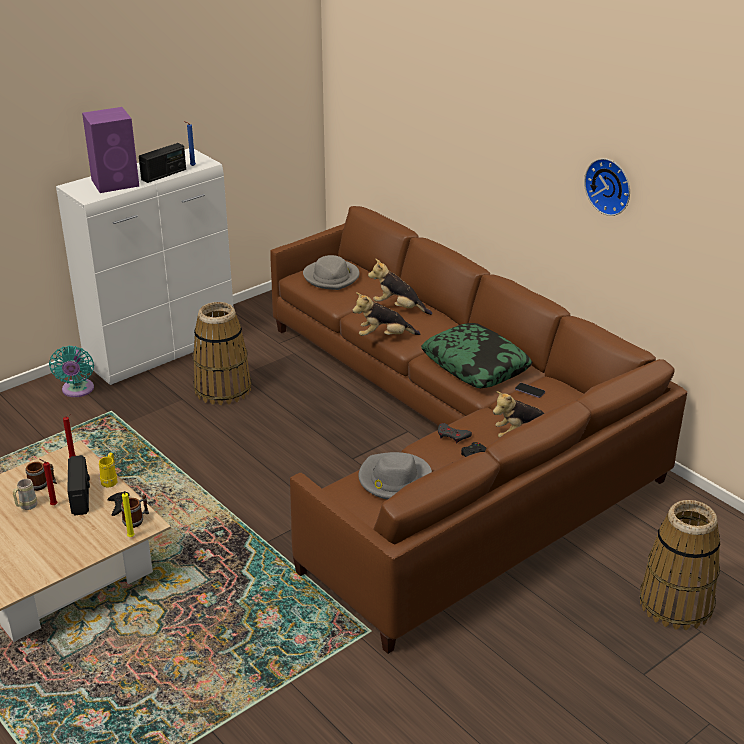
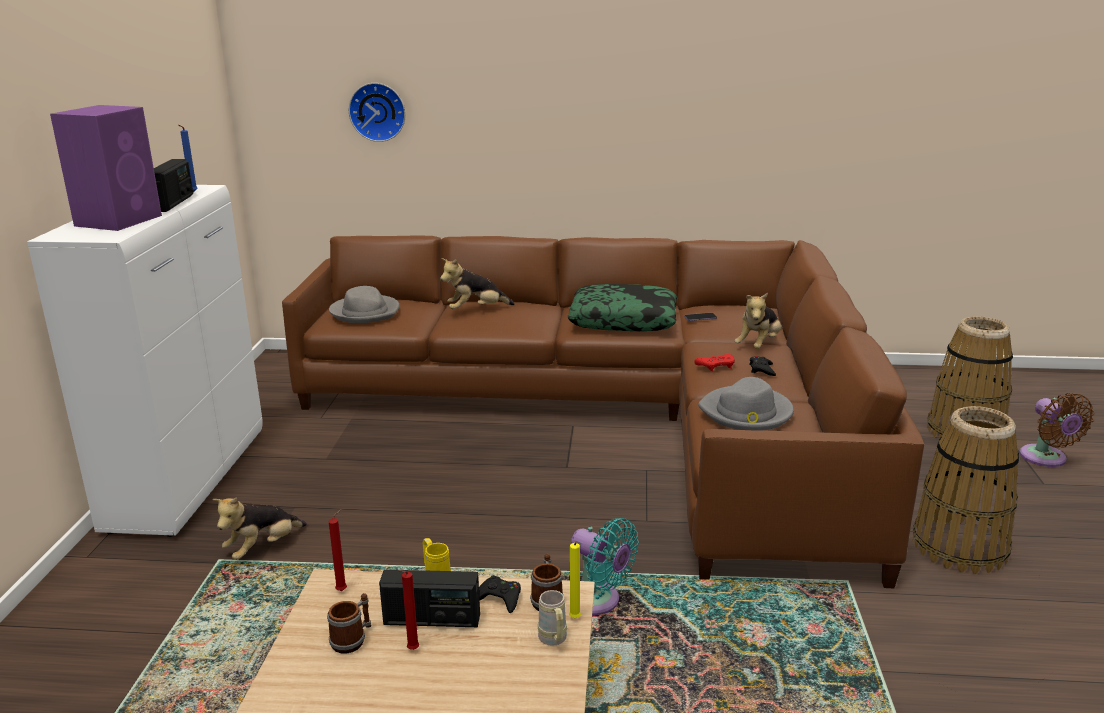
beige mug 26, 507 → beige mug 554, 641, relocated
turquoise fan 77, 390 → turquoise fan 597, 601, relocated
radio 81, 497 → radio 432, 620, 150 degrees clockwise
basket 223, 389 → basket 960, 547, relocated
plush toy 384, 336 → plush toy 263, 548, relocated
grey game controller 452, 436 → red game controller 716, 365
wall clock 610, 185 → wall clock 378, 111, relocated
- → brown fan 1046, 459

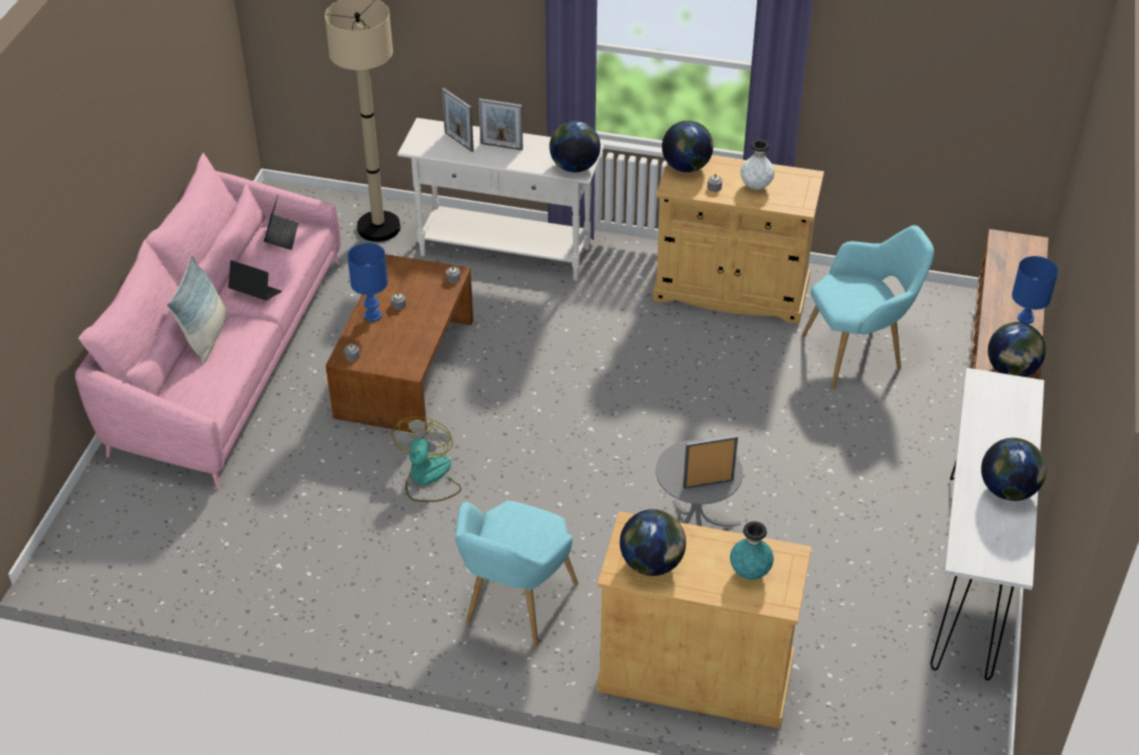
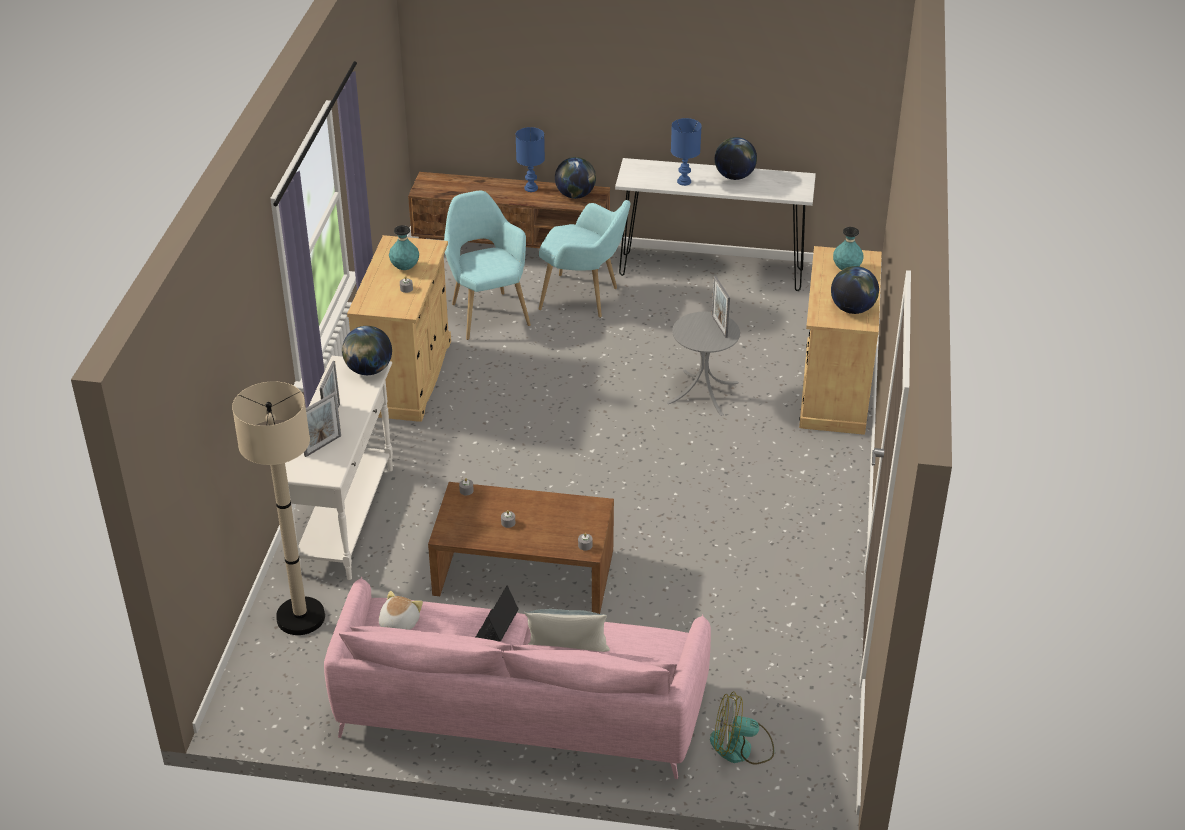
laptop 281, 236 → plush toy 398, 624
blue table lamp 373, 316 → blue table lamp 684, 181, relocated
fan 428, 478 → fan 741, 747, relocated
turquoise armchair 515, 608 → turquoise armchair 584, 299, relocated
globe 686, 166 → -
white vase 756, 186 → turquoise vase 405, 268

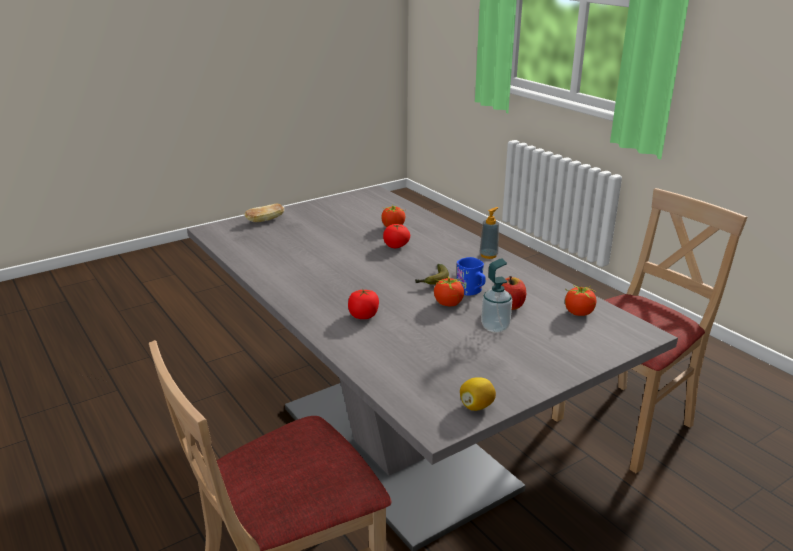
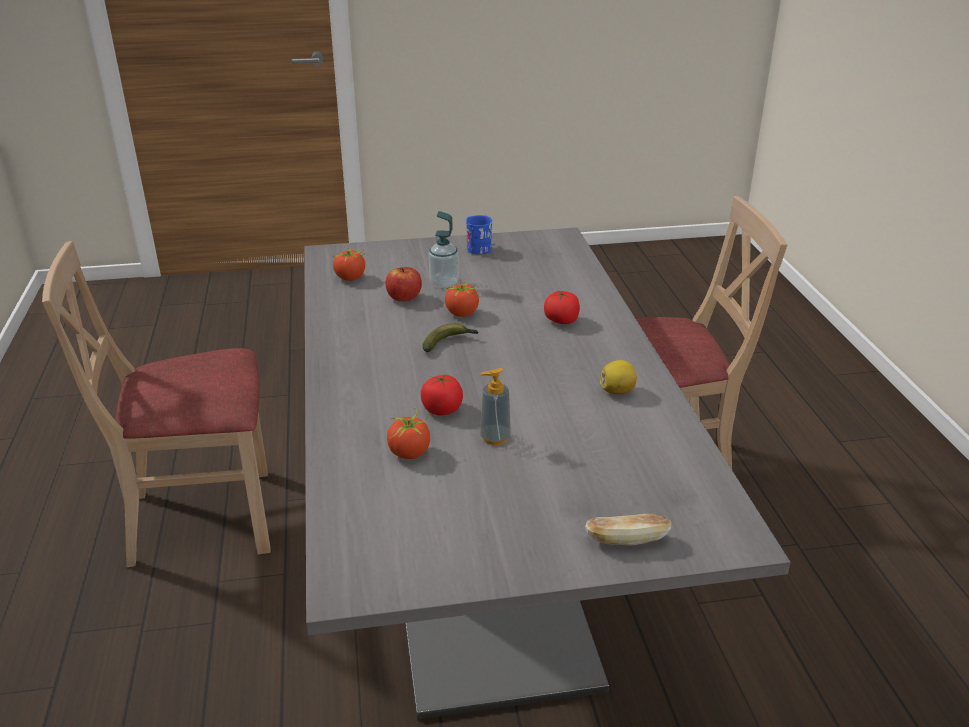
blue mug 471, 291 → blue mug 478, 247, relocated
lemon 476, 406 → lemon 617, 391, relocated
soap dispenser 488, 255 → soap dispenser 495, 438, relocated

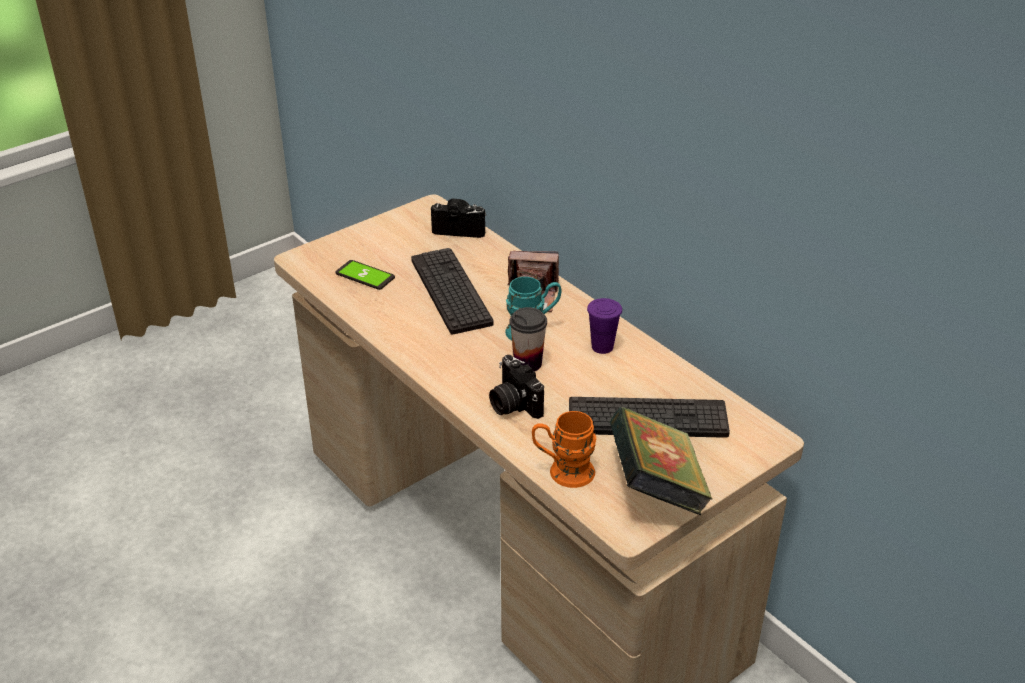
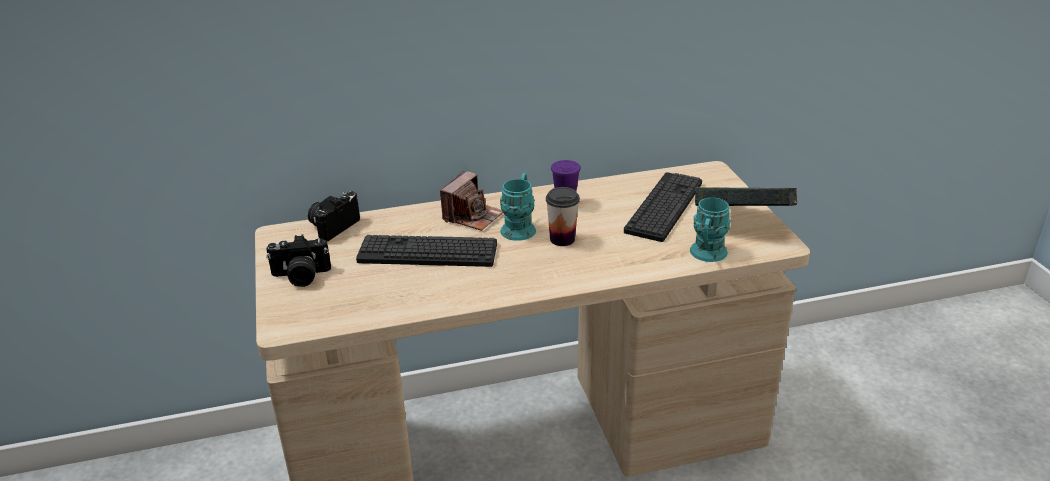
phone 365, 276 → -
photo camera 513, 404 → photo camera 300, 276, relocated
orange mug 563, 472 → turquoise mug 707, 255

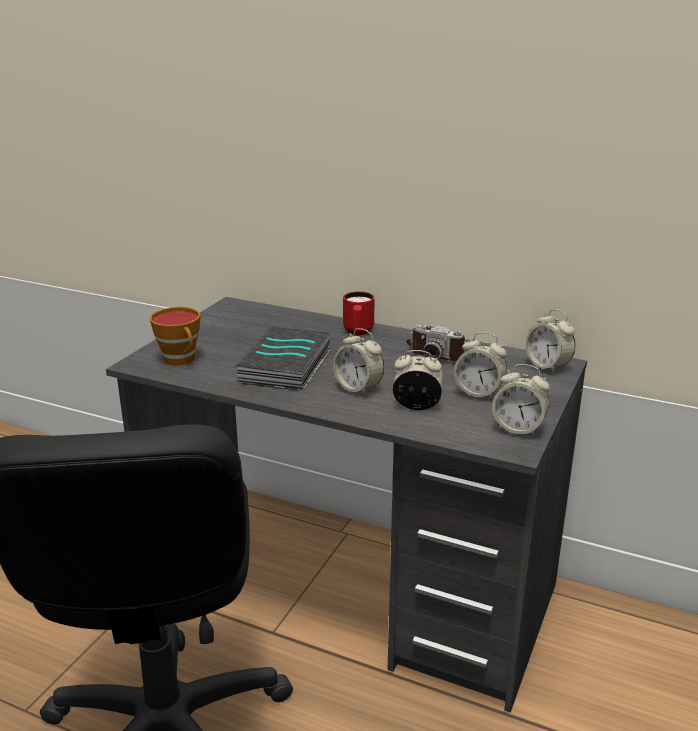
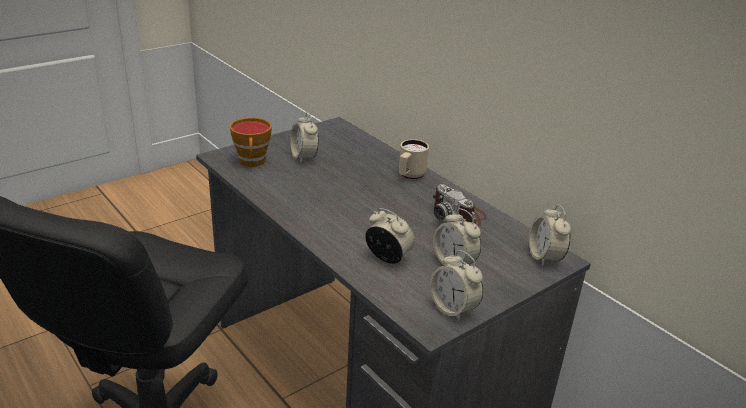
book 287, 366 → -
alarm clock 358, 388 → alarm clock 304, 157, relocated
red mug 358, 332 → beige mug 409, 176

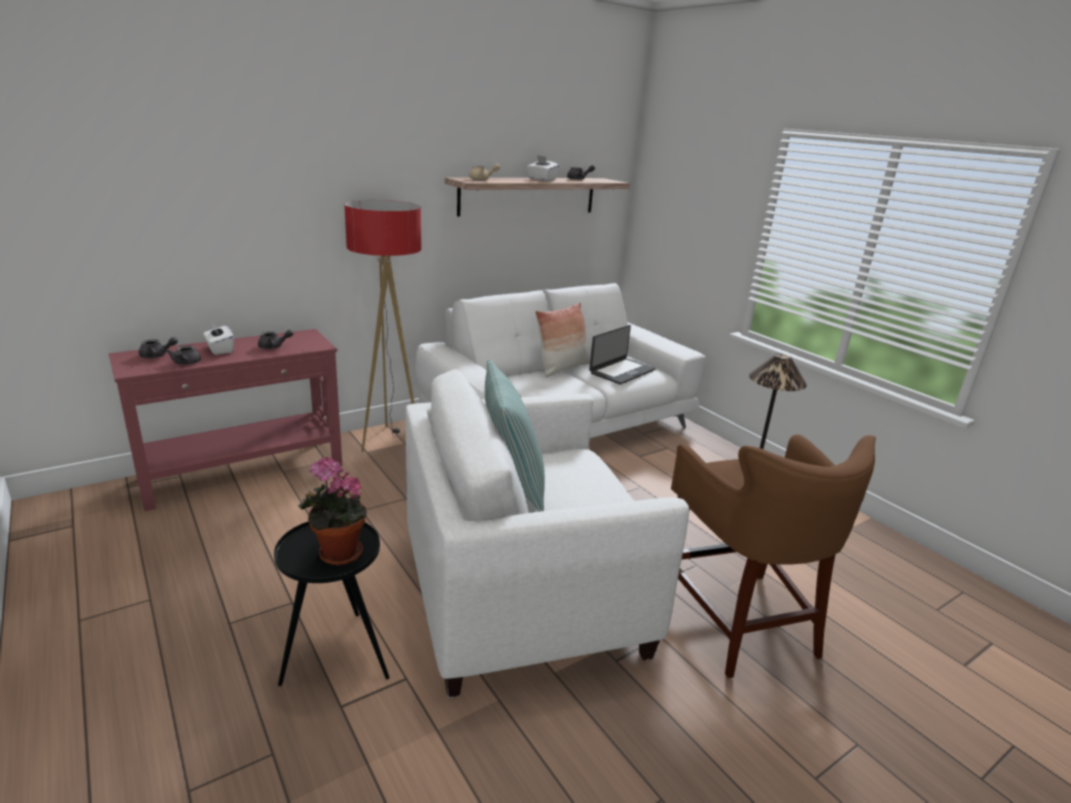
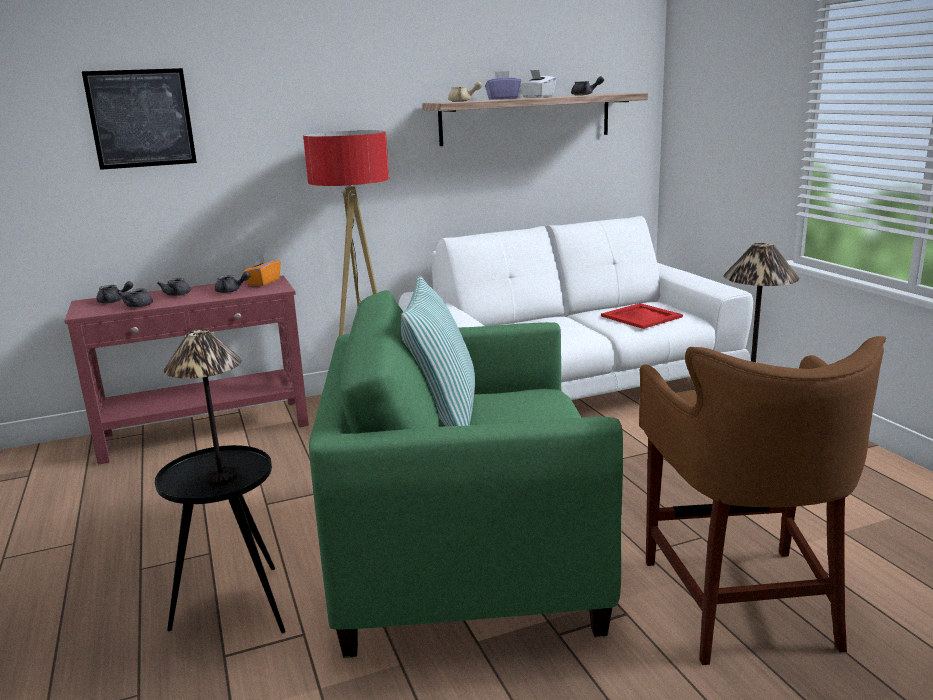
white tissue box 220, 349 → grey teapot 176, 295
potted plant 336, 554 → table lamp 220, 479
white armchair 522, 594 → green armchair 467, 557
pillow 562, 368 → -
laptop 621, 371 → red tray 641, 316
- → picture 141, 118
- → orange tissue box 263, 282
- → purple tissue box 503, 99

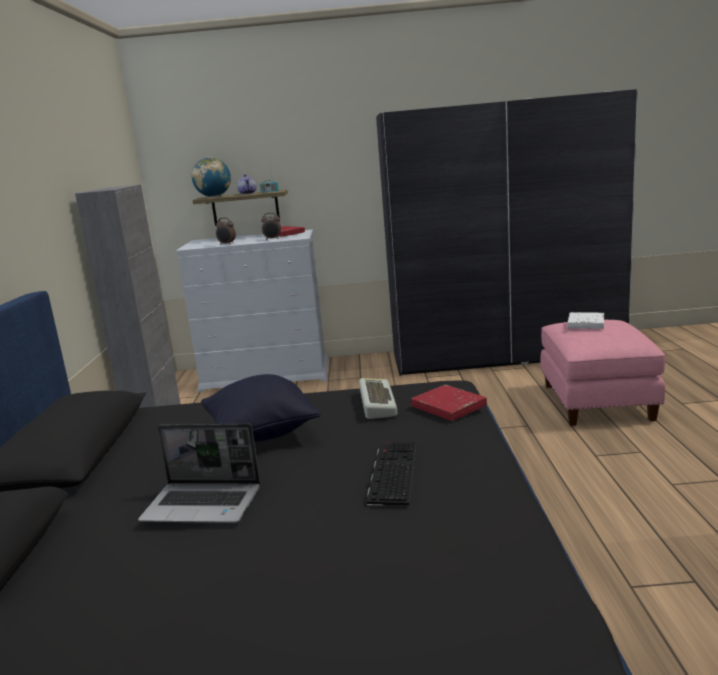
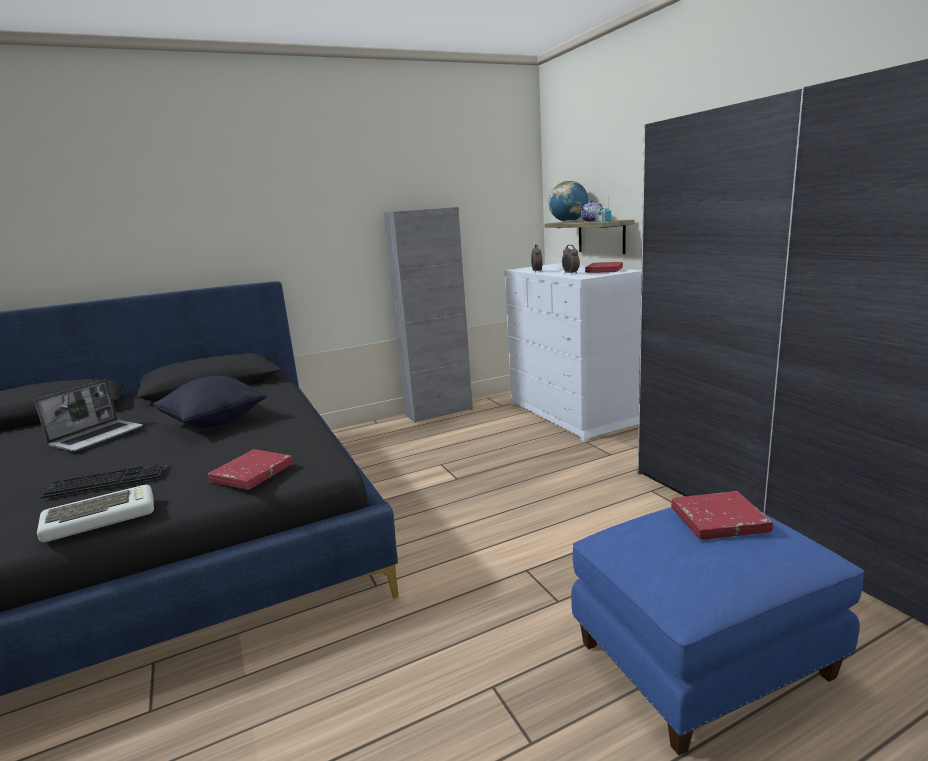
laptop 204, 504 → laptop 97, 436, 135 degrees counterclockwise
keyboard 375, 403 → keyboard 102, 519, relocated
pink ottoman 595, 402 → blue ottoman 701, 658
white book 585, 324 → red book 719, 520

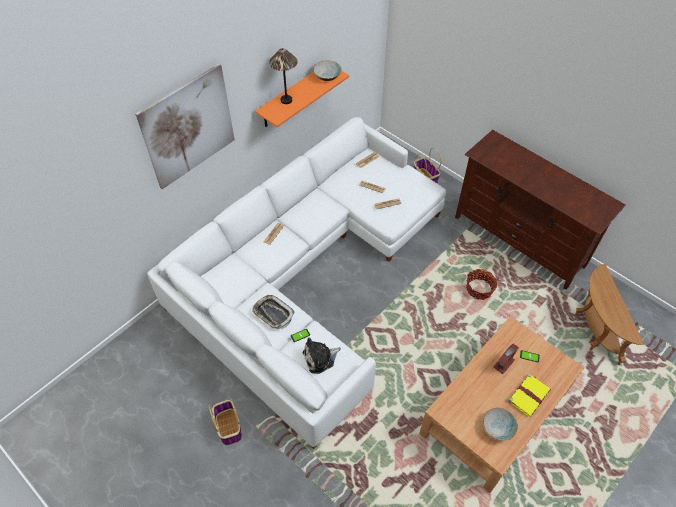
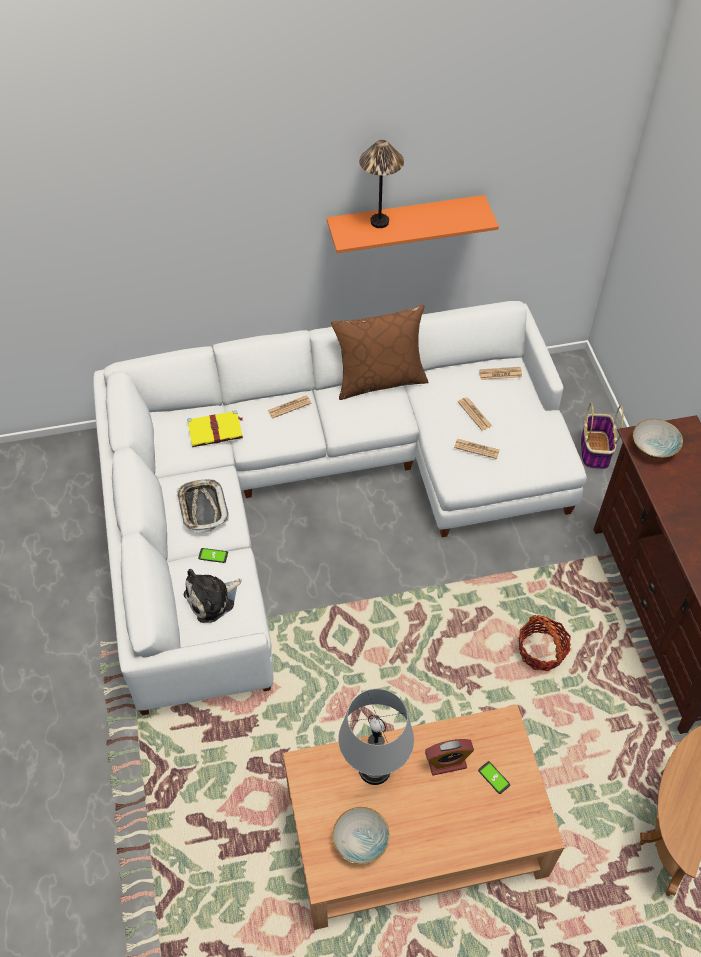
picture 188, 127 → -
basket 228, 426 → -
plush toy 320, 358 → plush toy 212, 599, 45 degrees counterclockwise
bowl 327, 77 → bowl 653, 447, relocated
yellow book 529, 395 → yellow book 216, 430, relocated
- → brown pillow 380, 380
- → grey table lamp 374, 769

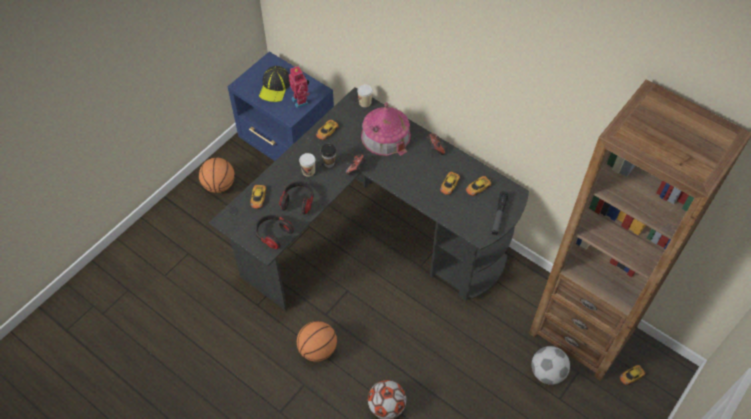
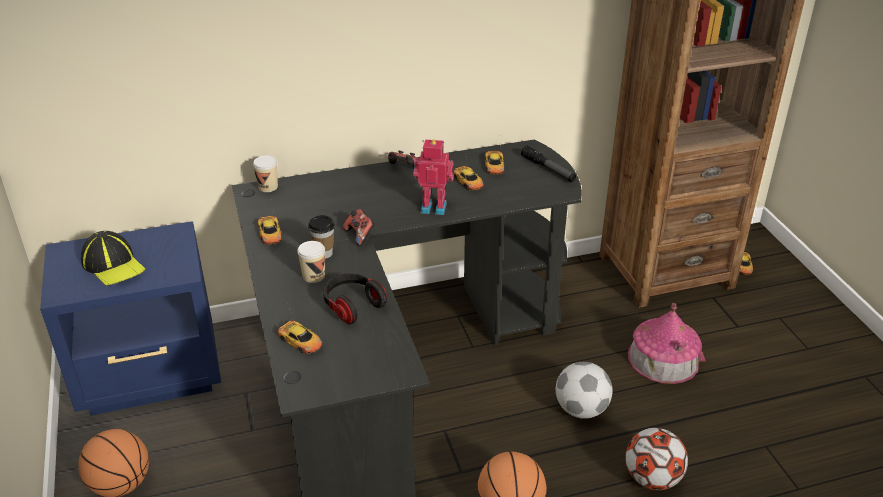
headphones 273, 234 → -
toy robot 301, 101 → toy robot 434, 207, relocated
toy house 385, 136 → toy house 663, 358, relocated
football 547, 372 → football 581, 409, relocated

